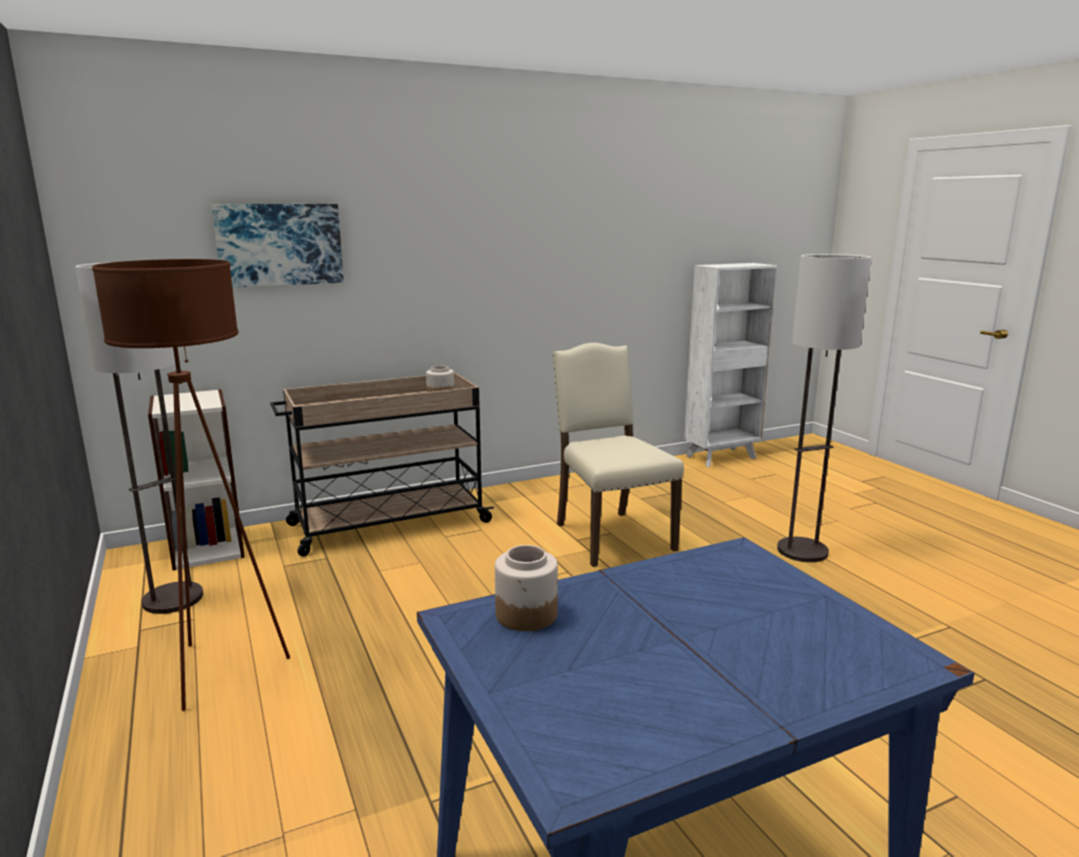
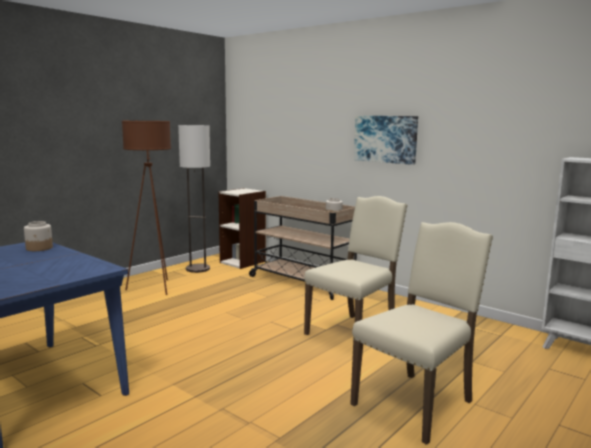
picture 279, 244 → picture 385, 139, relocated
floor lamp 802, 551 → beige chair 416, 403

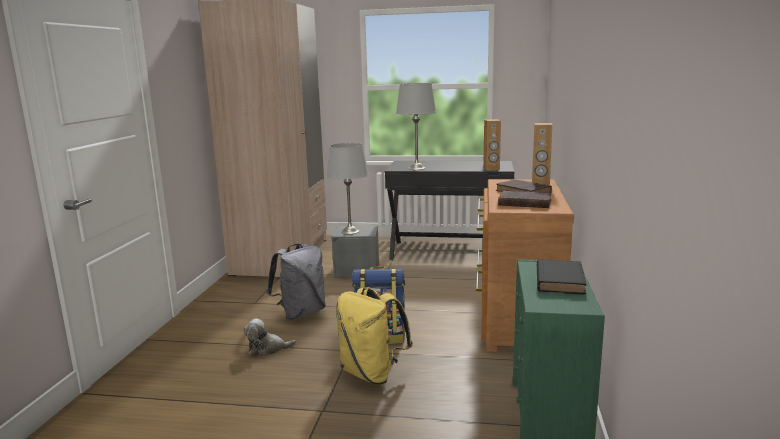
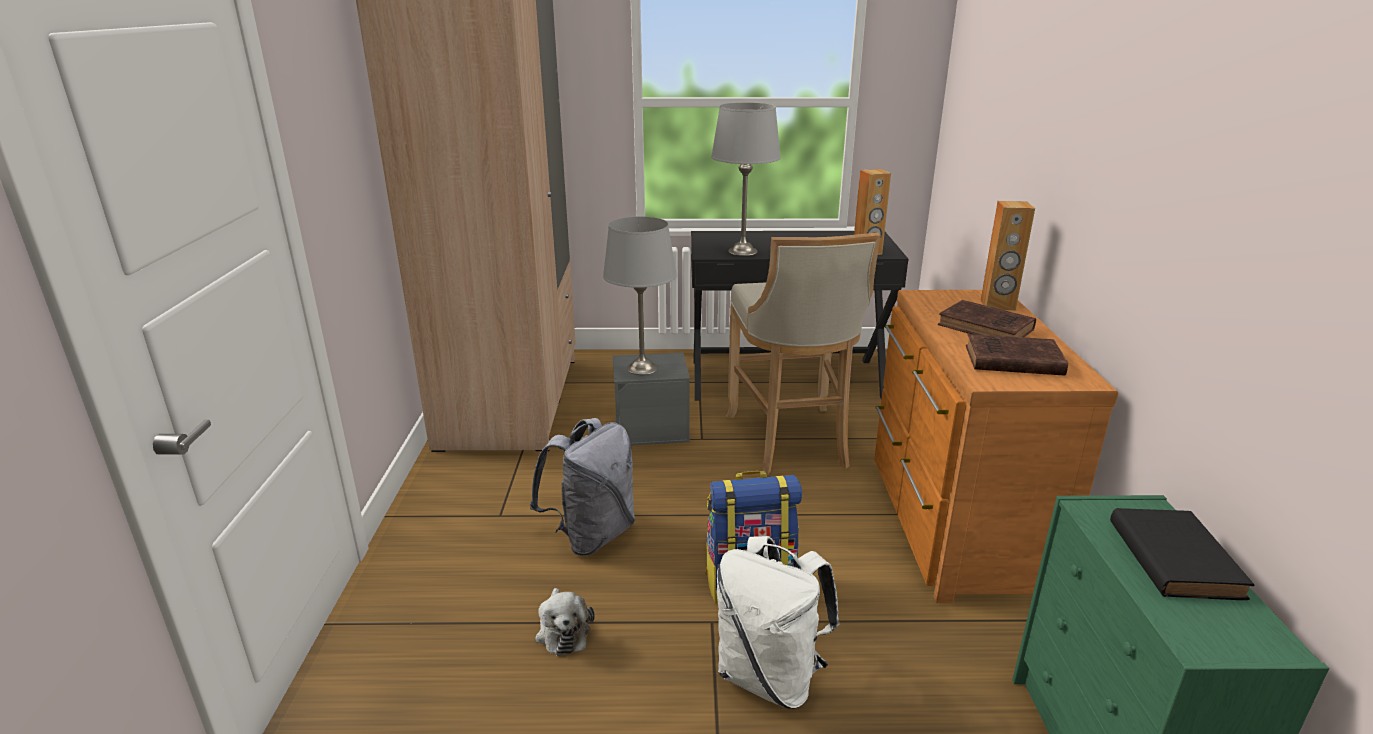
plush toy 267, 349 → plush toy 563, 631, 90 degrees counterclockwise
yellow backpack 372, 373 → white backpack 770, 676
- → beige stool 791, 442

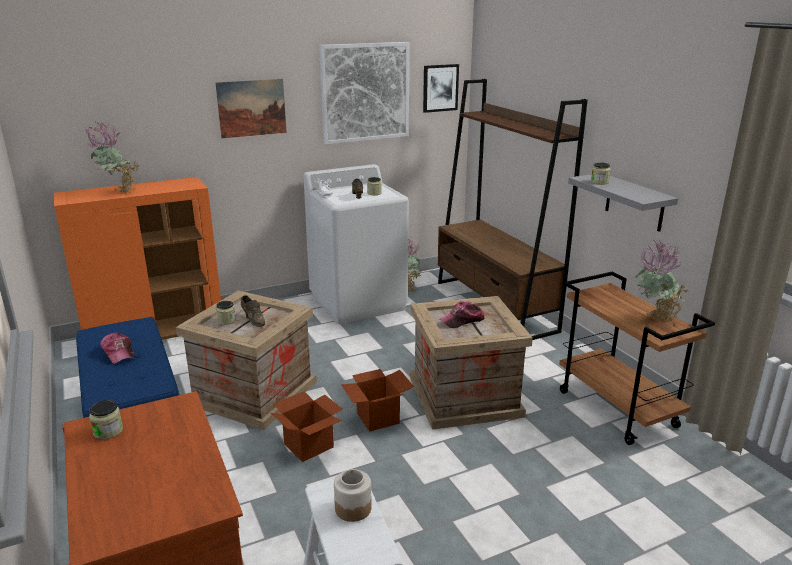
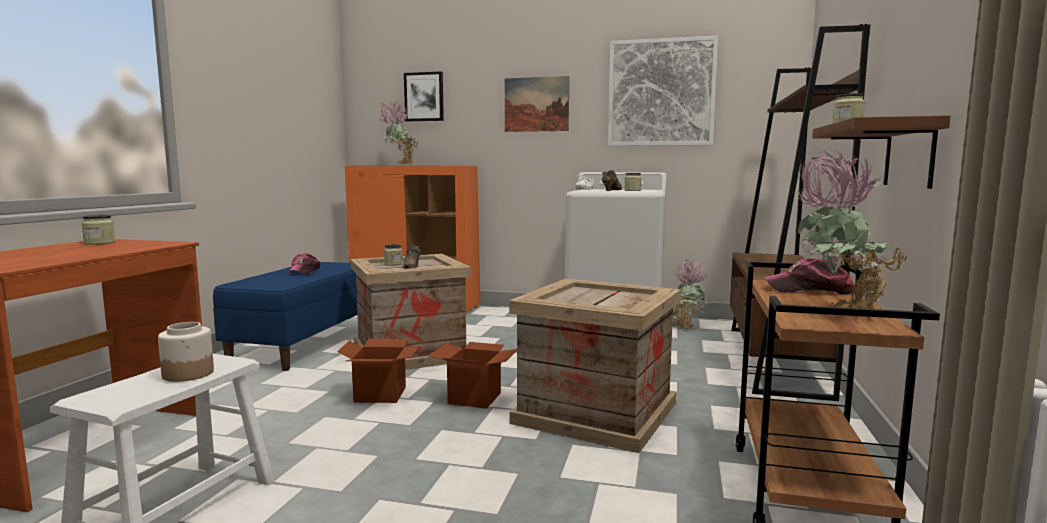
picture 440, 88 → picture 424, 97, relocated
cap 462, 320 → cap 809, 290, relocated
grey shelf 634, 202 → brown shelf 909, 154

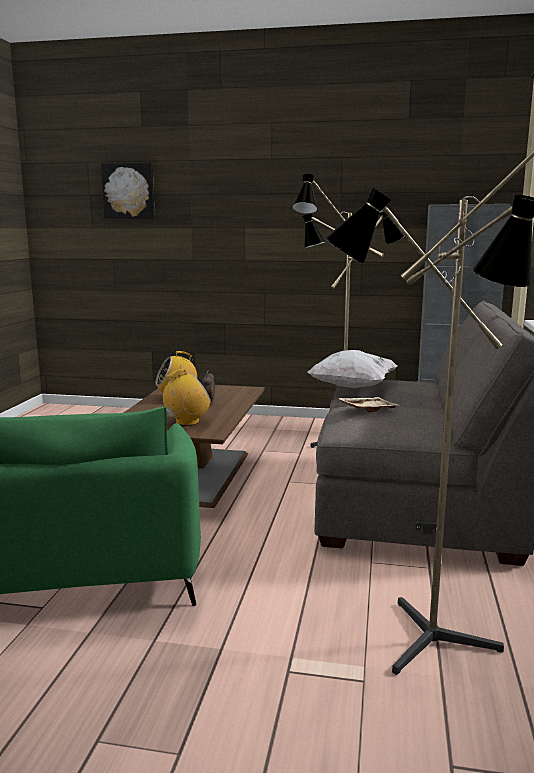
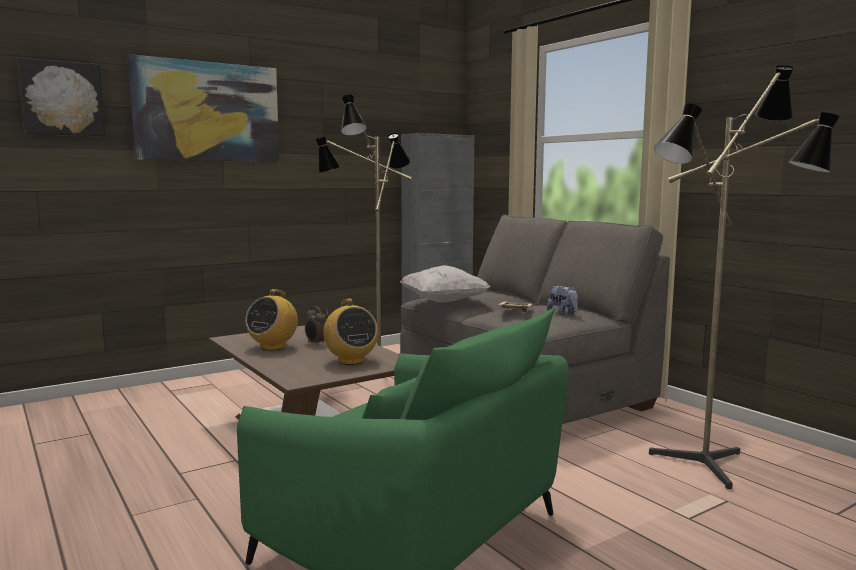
radio 187, 422 → radio 351, 361, 135 degrees clockwise
- → picture 207, 112
- → plush toy 563, 313

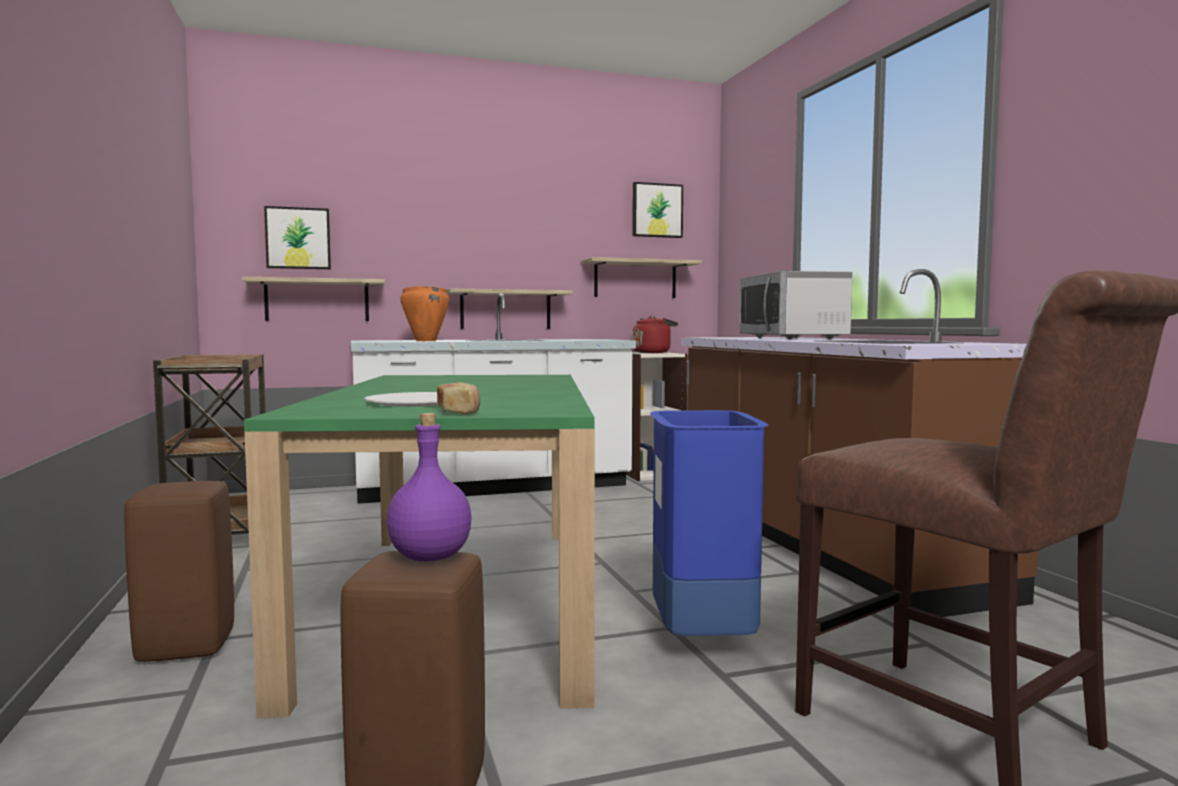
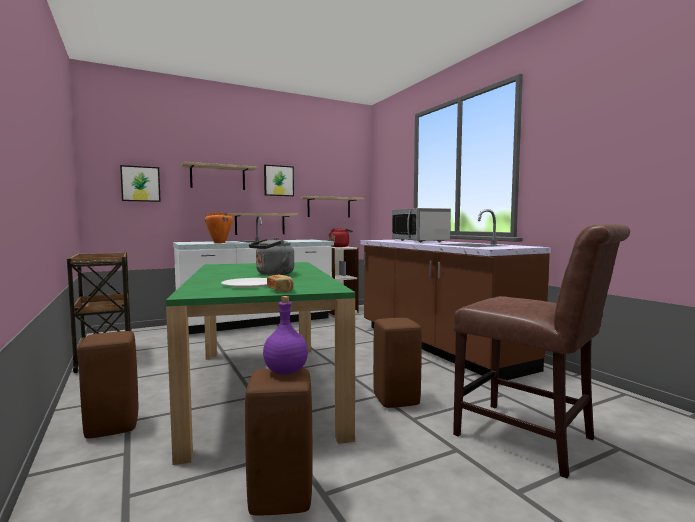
shelf 317, 300 → shelf 218, 177, relocated
picture 656, 210 → picture 278, 180, relocated
blue trash can 703, 639 → brown stool 397, 400
- → grey kettle 273, 274

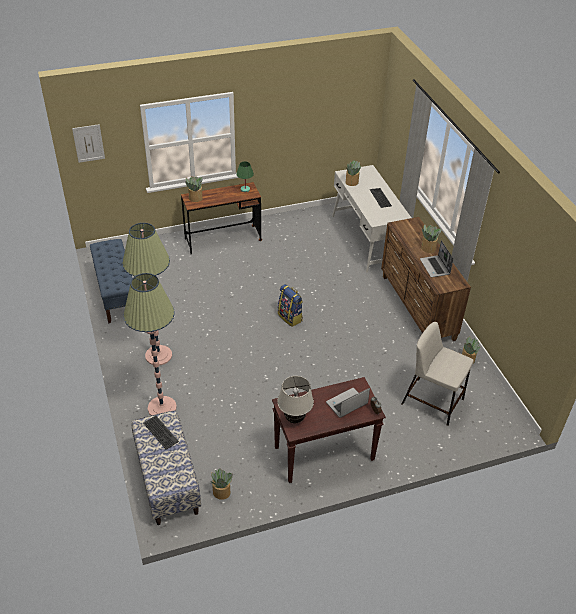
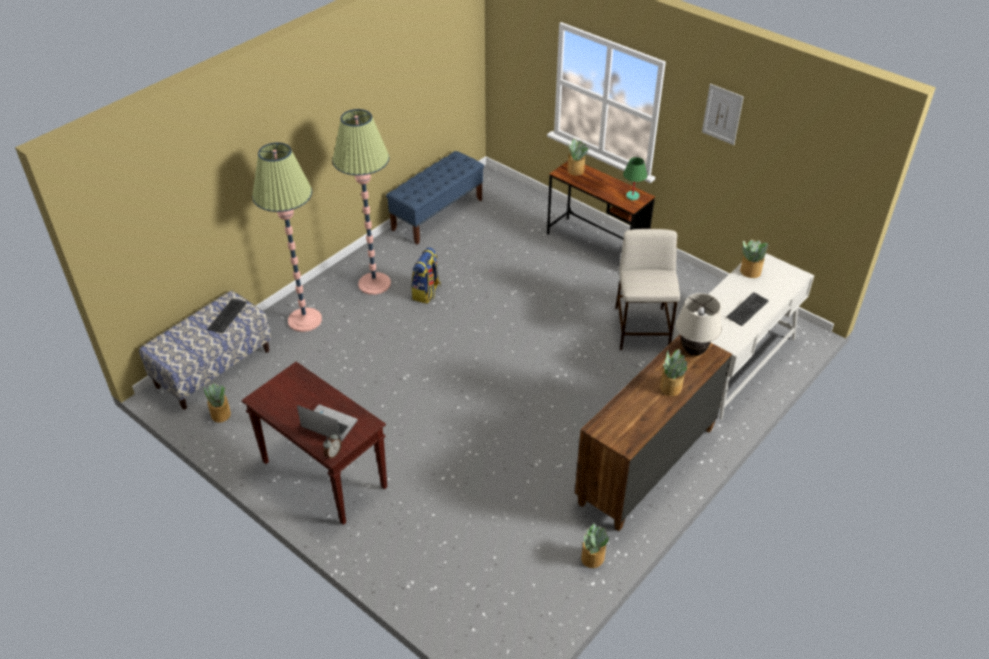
picture 88, 143 → picture 722, 114, relocated
beige table lamp 294, 419 → beige table lamp 693, 351, relocated
backpack 290, 317 → backpack 426, 293, relocated
beige stool 433, 401 → beige stool 642, 329, relocated
laptop 435, 267 → -

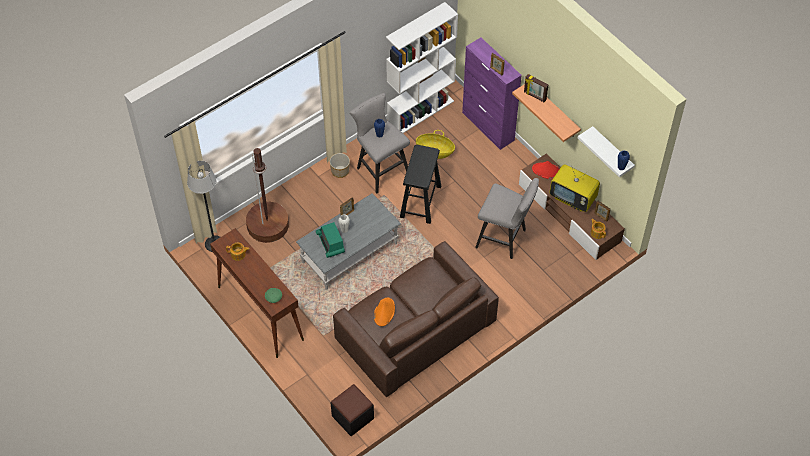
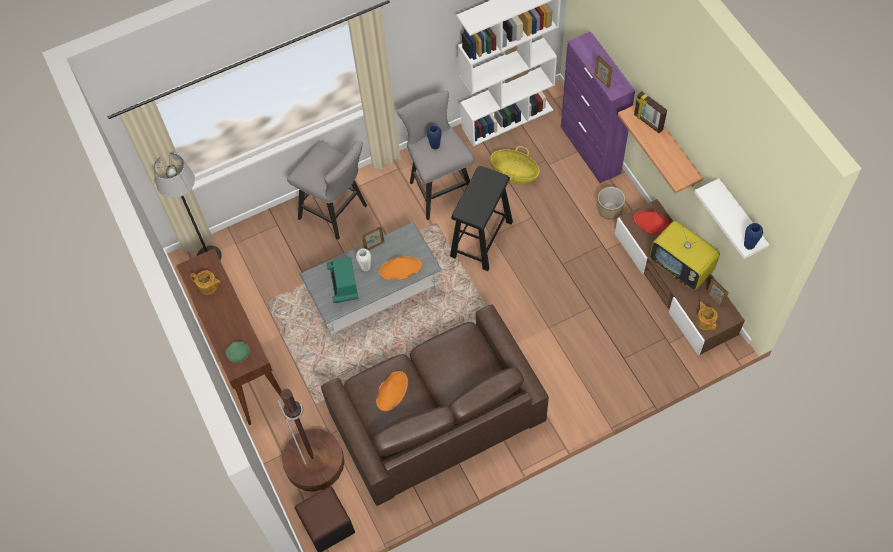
brown floor lamp 267, 225 → brown floor lamp 314, 462, relocated
planter 340, 171 → planter 609, 210, relocated
grey stool 504, 239 → grey stool 337, 213, relocated
- → orange hat 400, 269

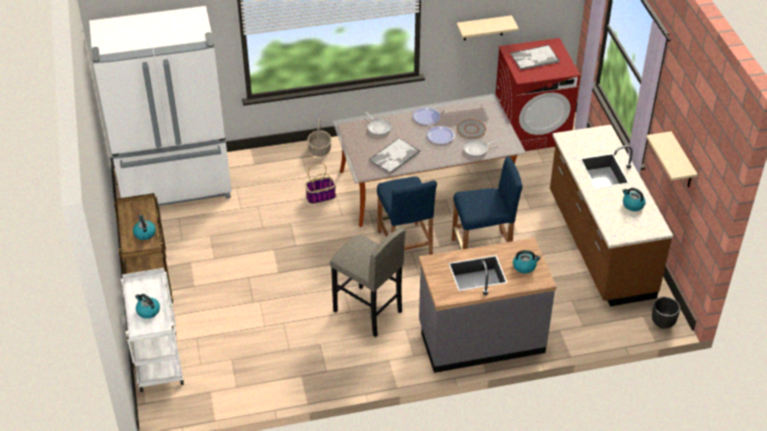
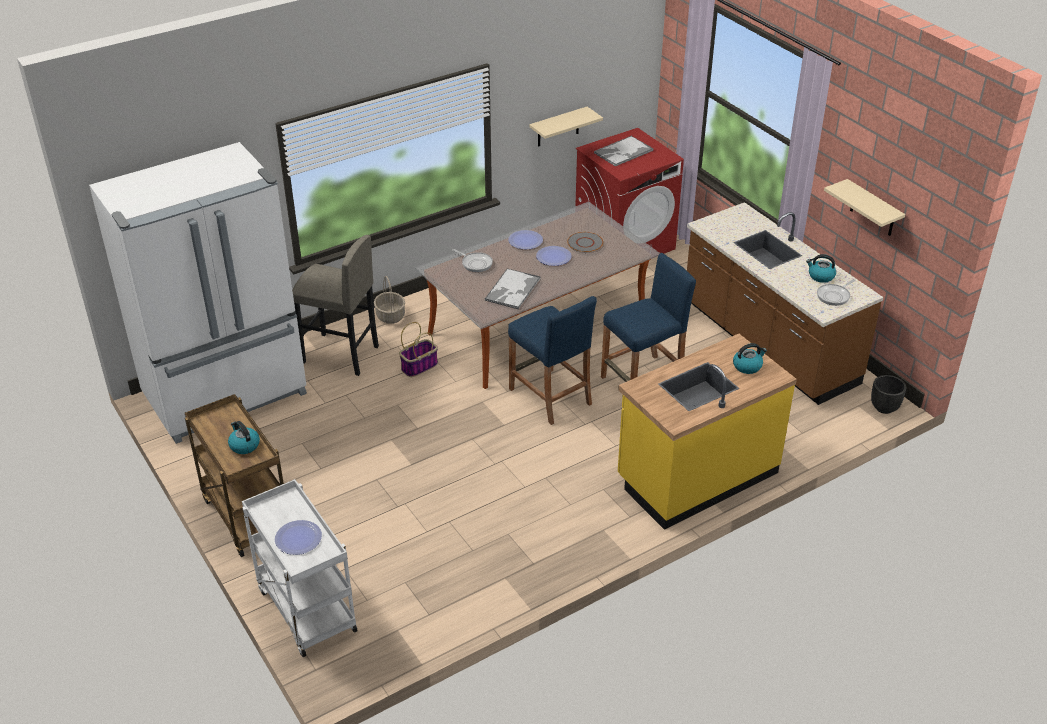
kettle 148, 311 → plate 298, 538
grey stool 367, 312 → grey stool 340, 355, relocated
grey counter 481, 338 → yellow counter 696, 476
frying pan 477, 149 → frying pan 834, 296, relocated

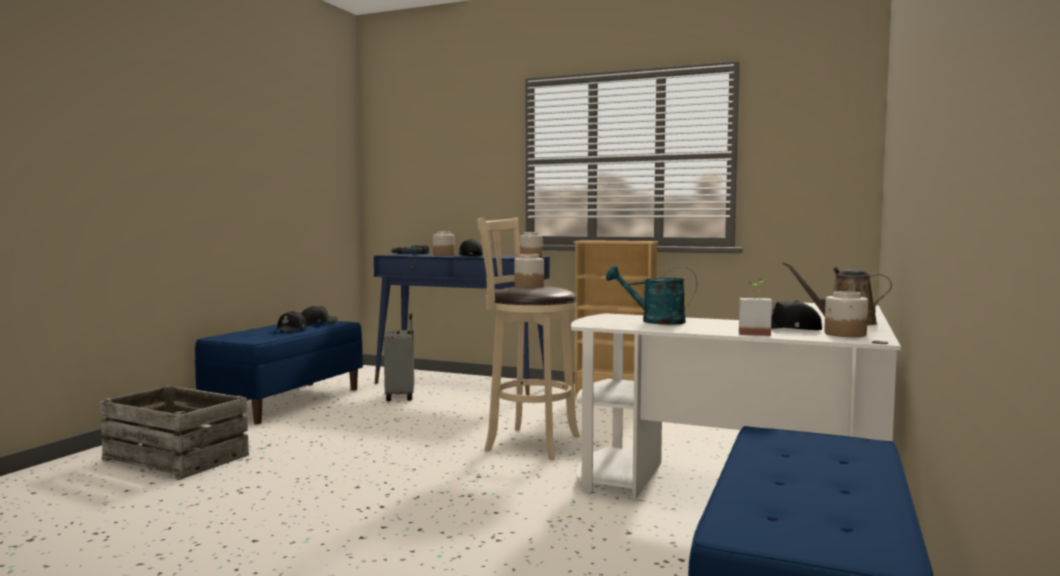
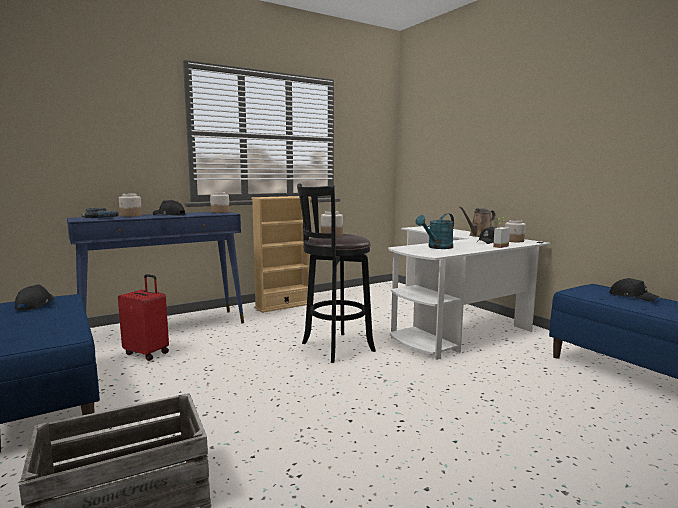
black cap 291, 330 → black cap 632, 296, relocated
grey suitcase 401, 396 → red suitcase 147, 353
beige stool 527, 443 → black stool 334, 348

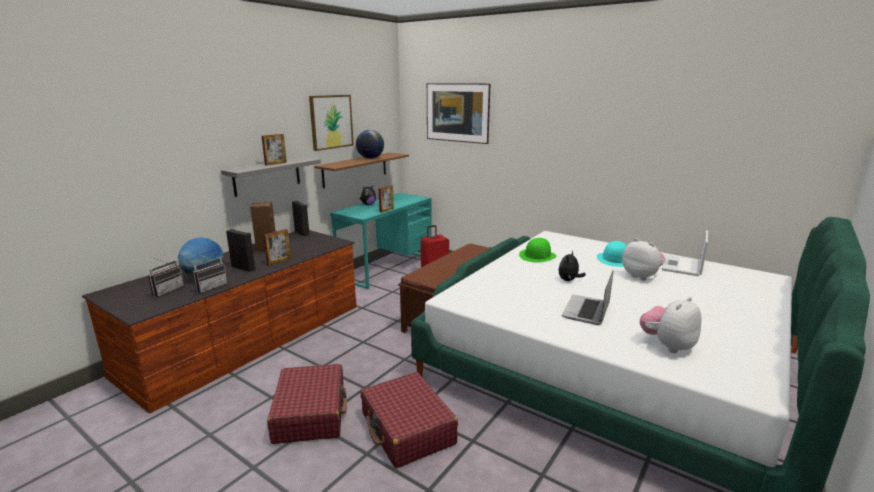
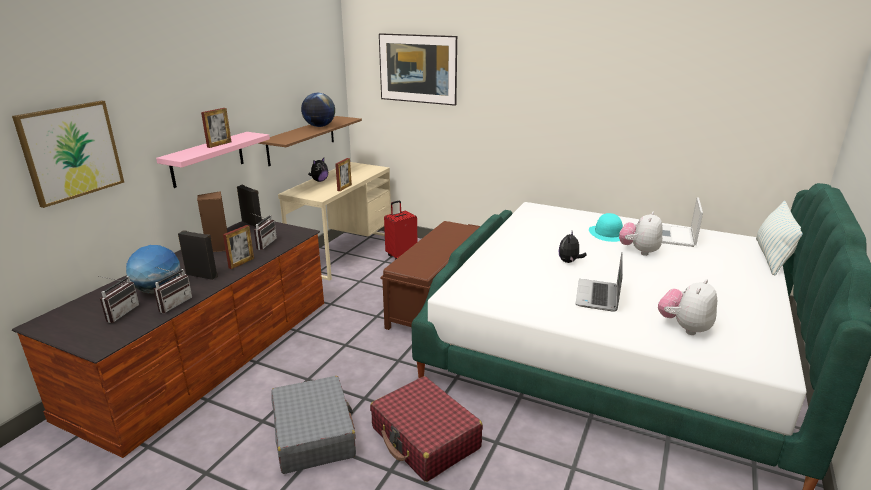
grey shelf 267, 176 → pink shelf 207, 159
red suitcase 310, 413 → grey suitcase 314, 434
picture 331, 122 → picture 71, 152, relocated
turquoise desk 386, 268 → beige desk 343, 252
green hat 537, 256 → -
plush toy 641, 276 → plush toy 639, 251, 105 degrees counterclockwise
- → radio 264, 244
- → pillow 772, 257

